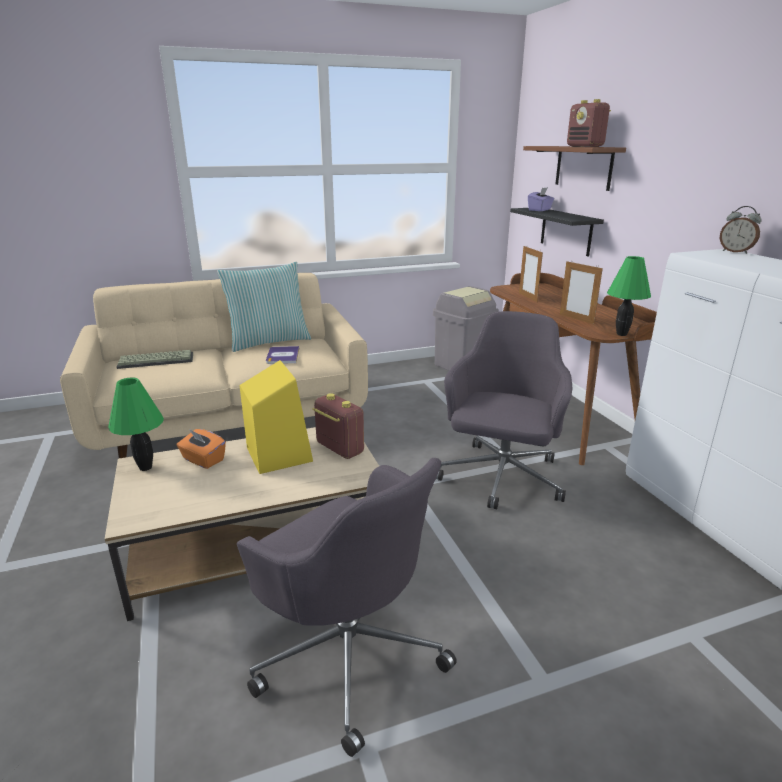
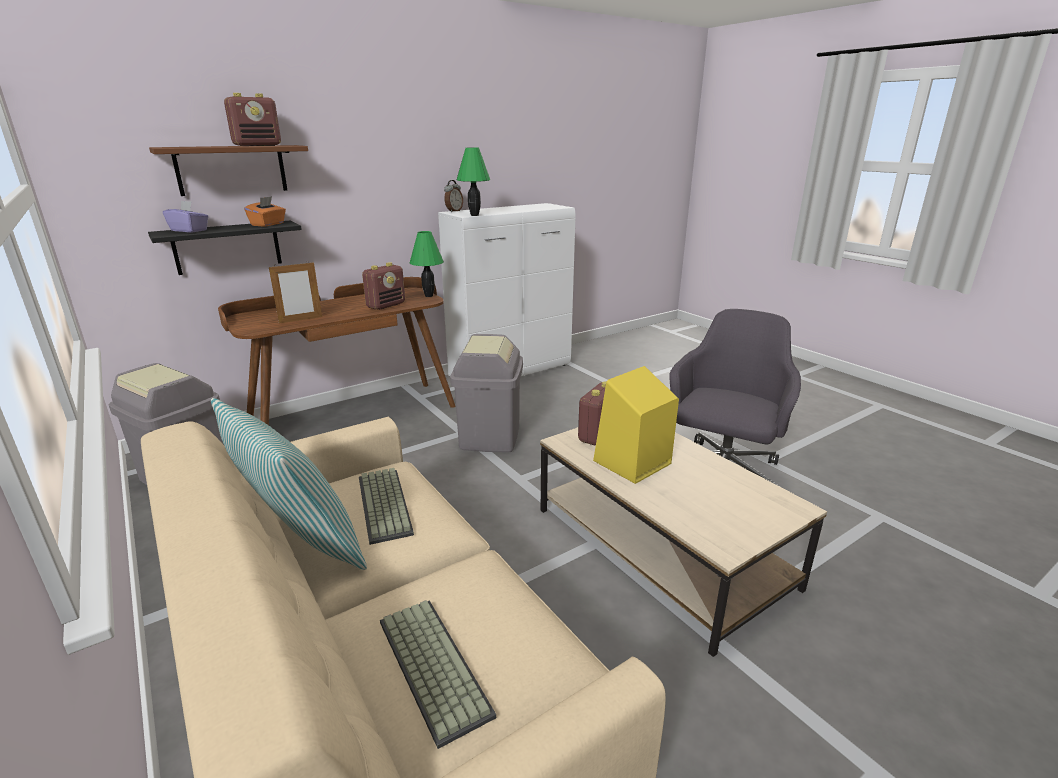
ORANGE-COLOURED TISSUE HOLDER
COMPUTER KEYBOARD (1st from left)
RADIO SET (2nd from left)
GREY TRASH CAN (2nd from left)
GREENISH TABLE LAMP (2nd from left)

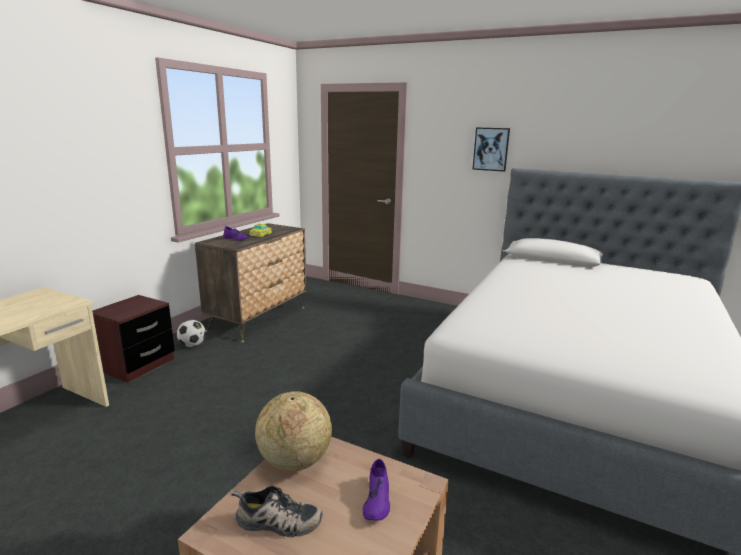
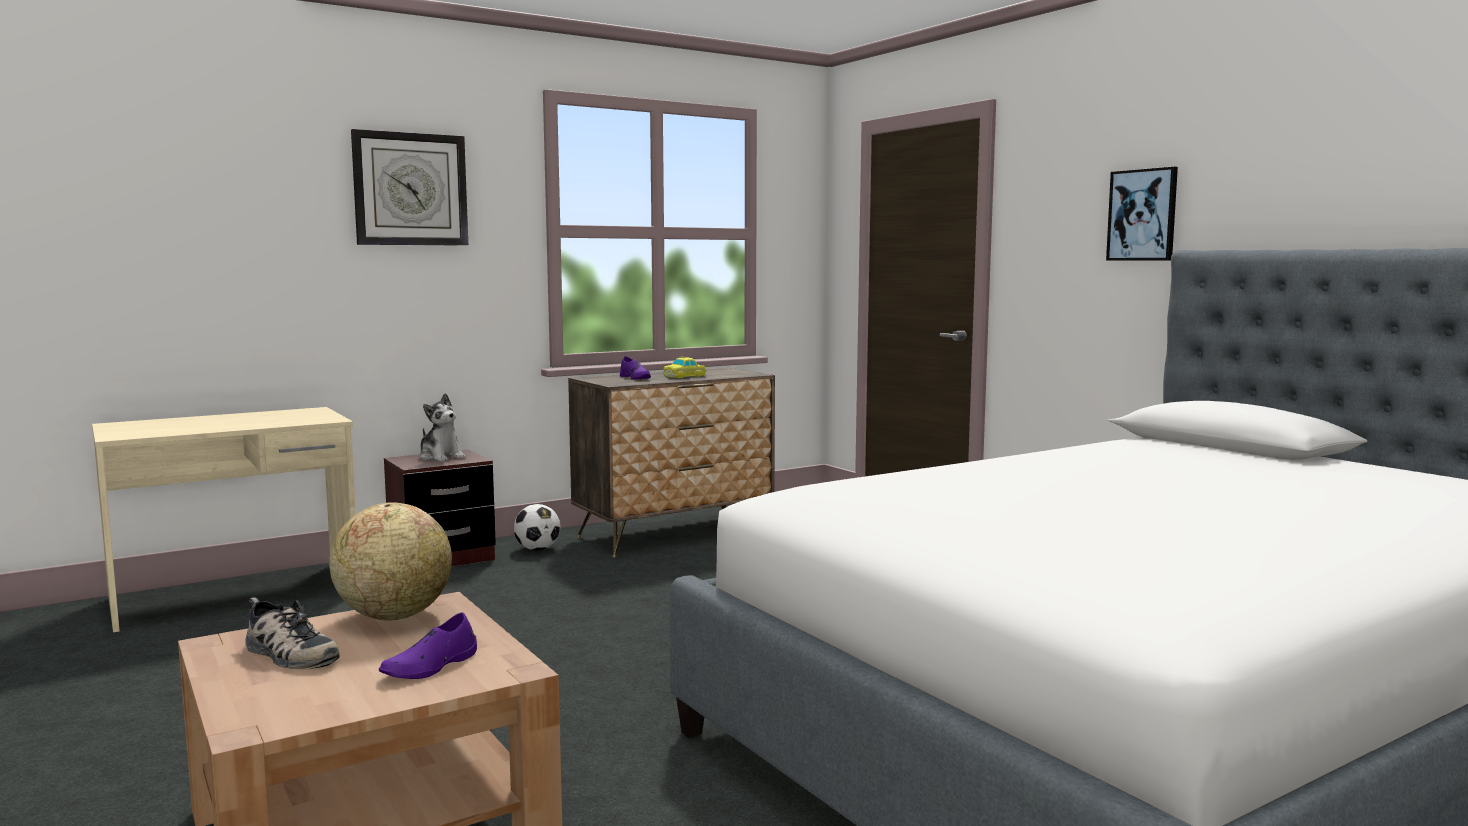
WALL CLOCK
PLUSH TOY

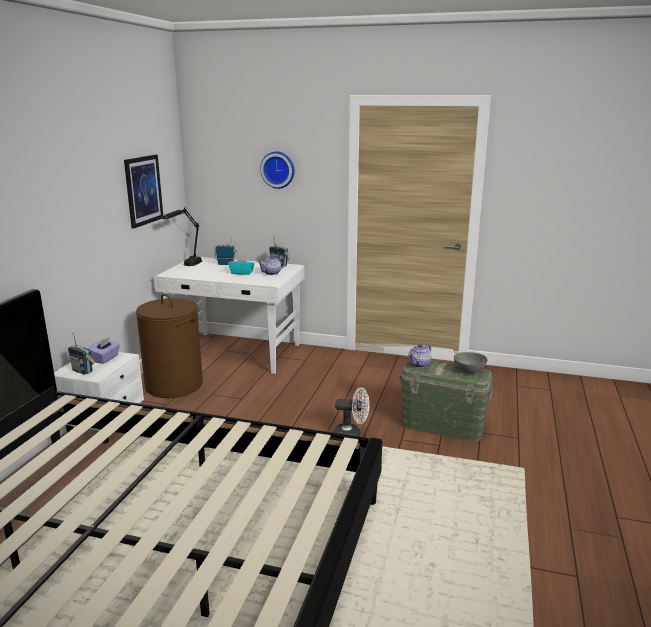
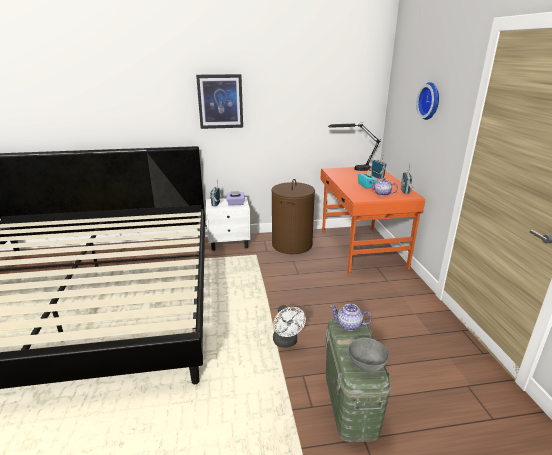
PICTURE
ORANGE-COLOURED DESK

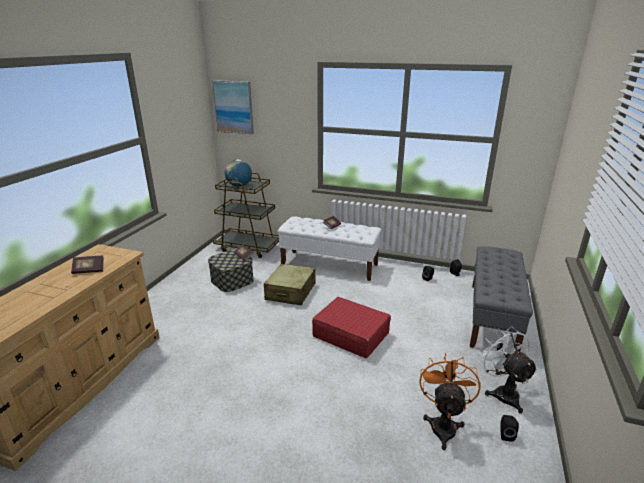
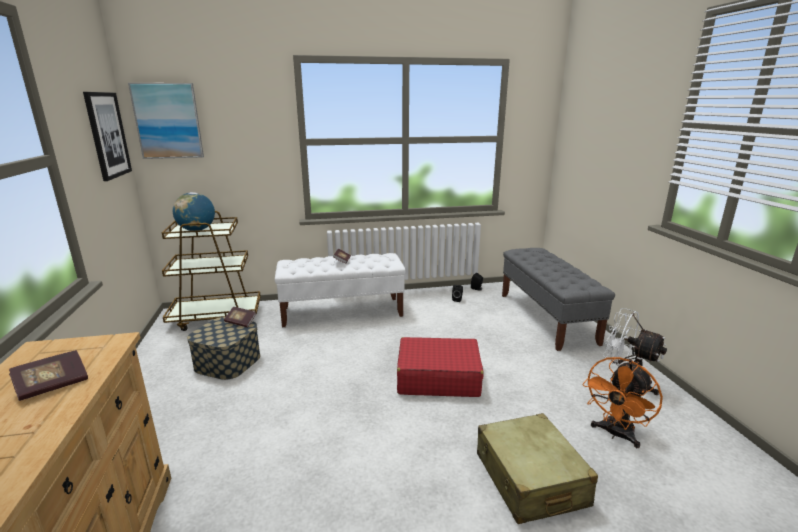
PICTURE (1st from left)
BEIGE TRAVEL CASE
ORANGE-COLOURED ELECTRIC FAN
BLACK AUDIO SPEAKER (3rd from left in the first image)

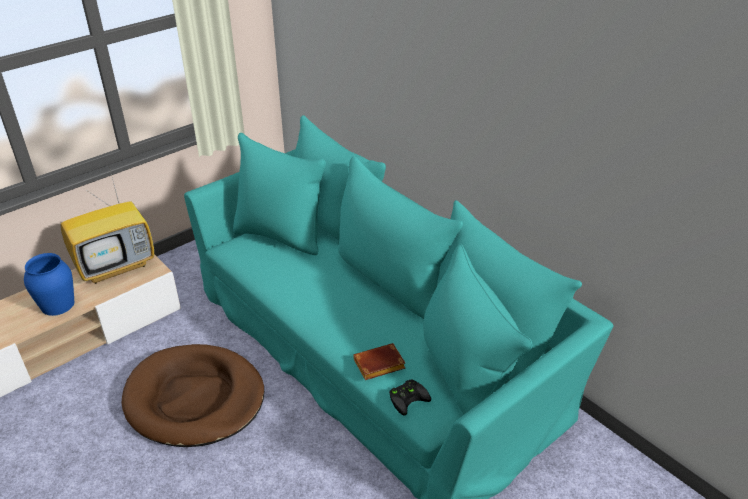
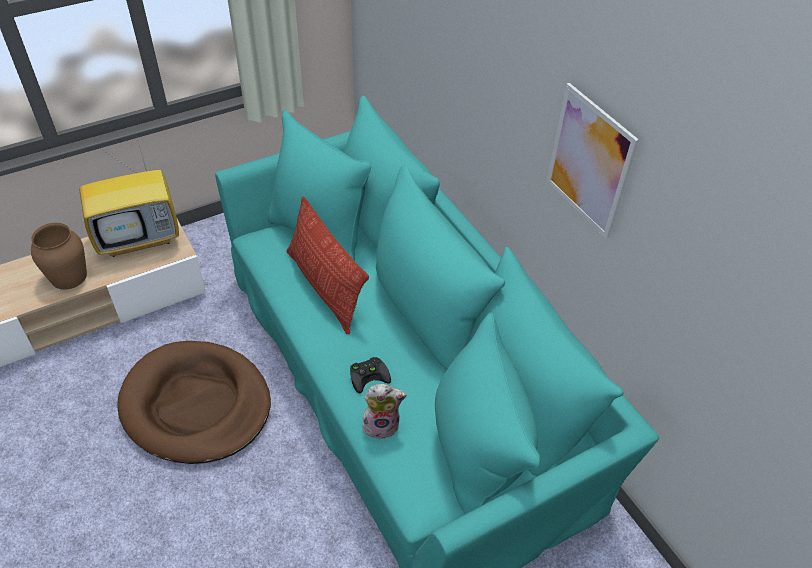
BROWN VASE
CUSHION
BLACK GAMEPAD
PLUSH TOY
PICTURE

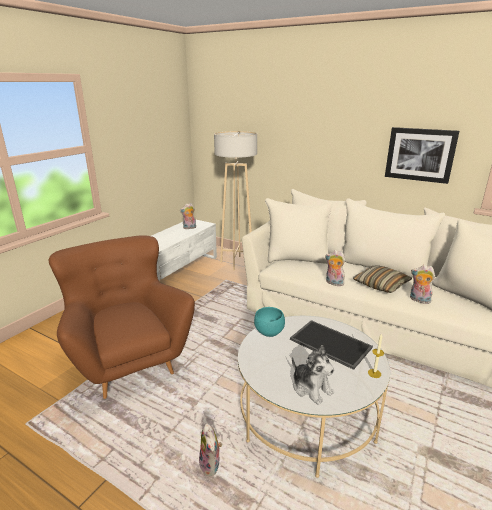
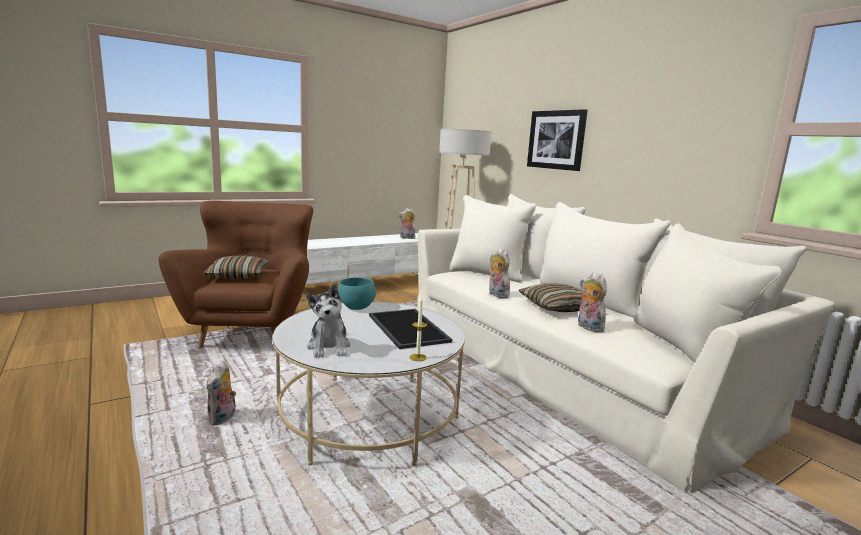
CUSHION (1st from left)
PICTURE

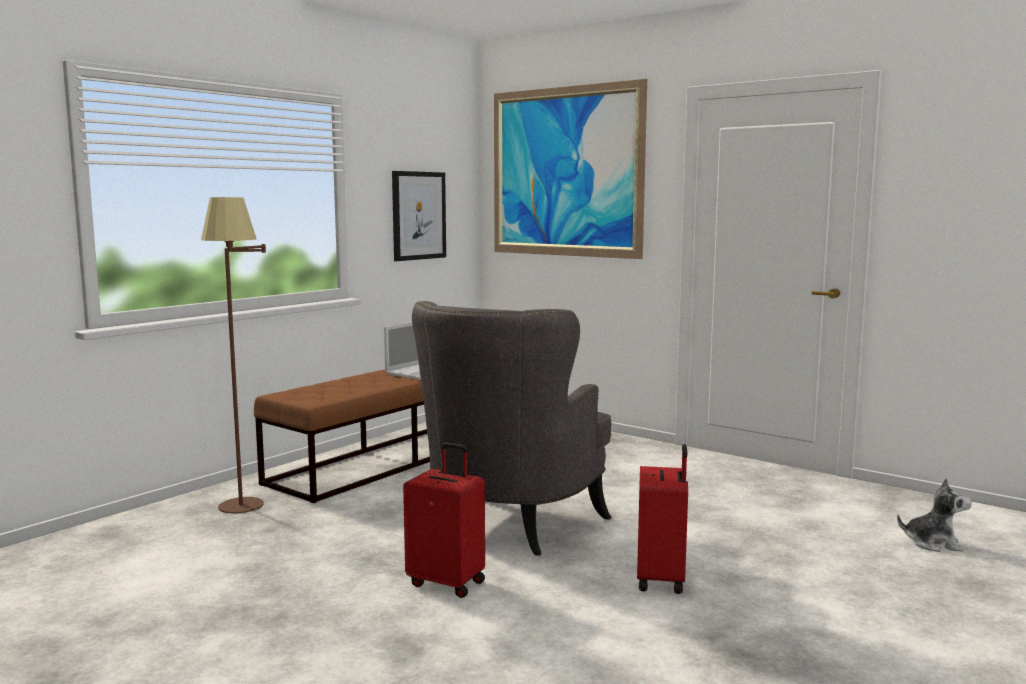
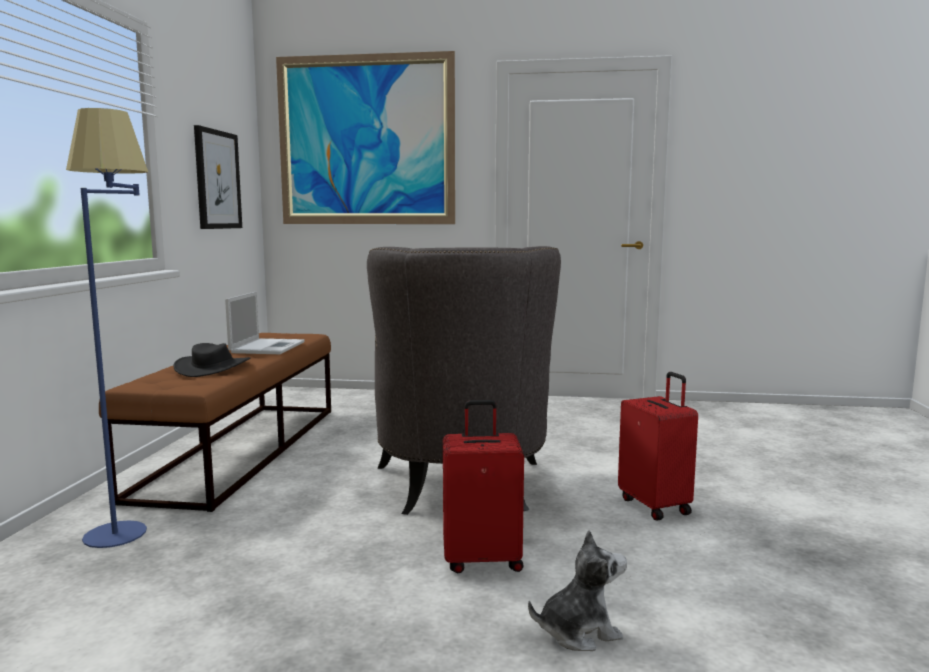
BLUE-COLOURED STANDARD LAMP
BLACK HAT
PLUSH TOY

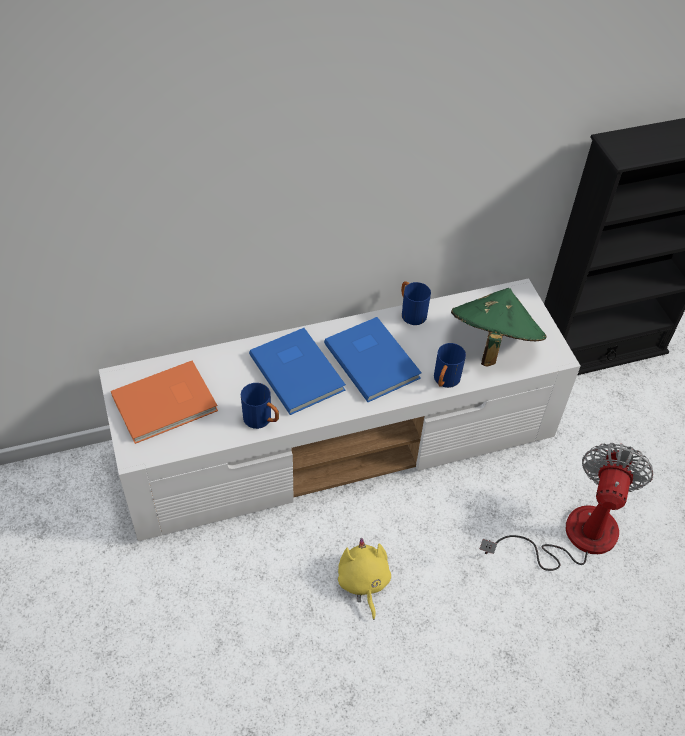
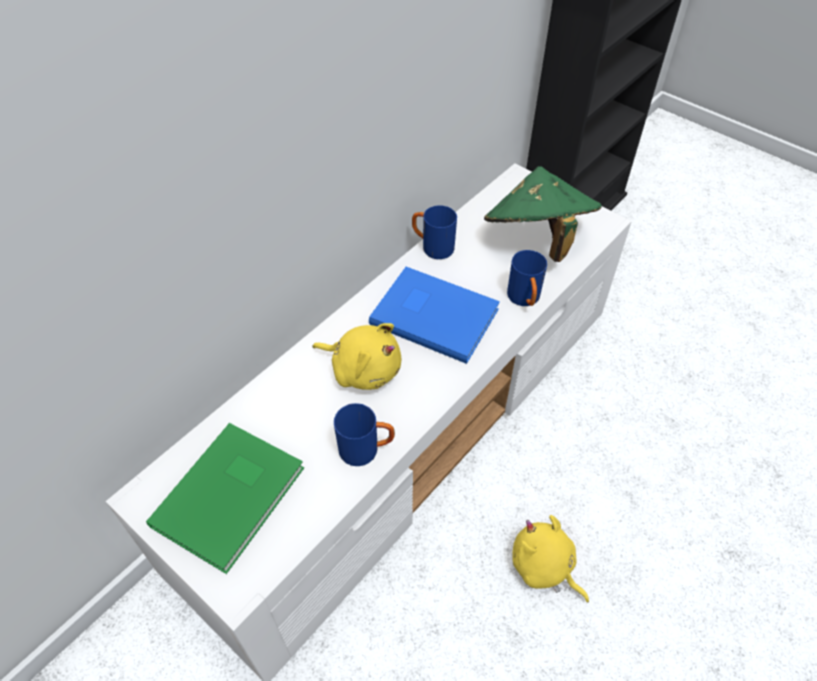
GREENISH BOUND BOOK
YELLOW PLUSH TOY (1st from left)
ELECTRIC FAN

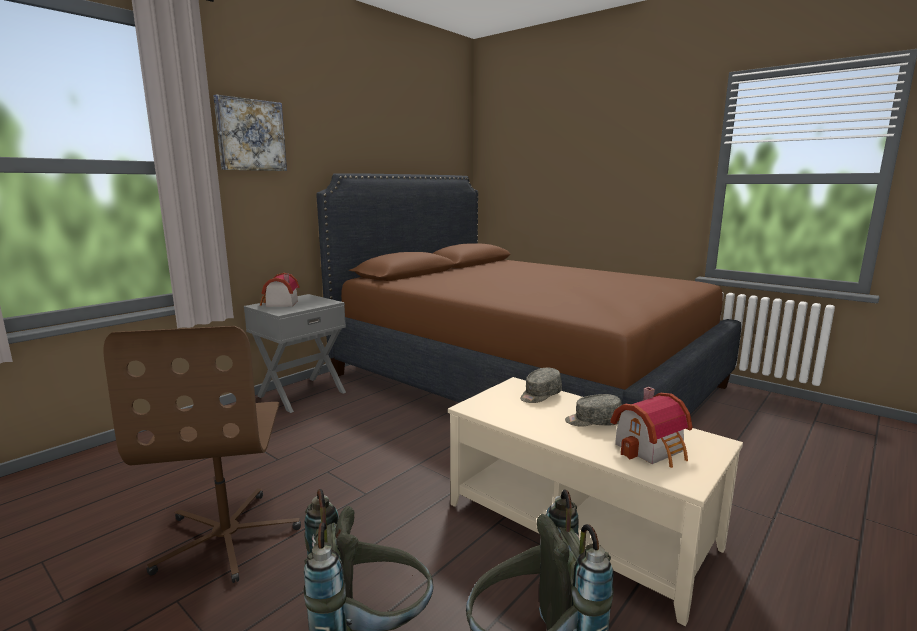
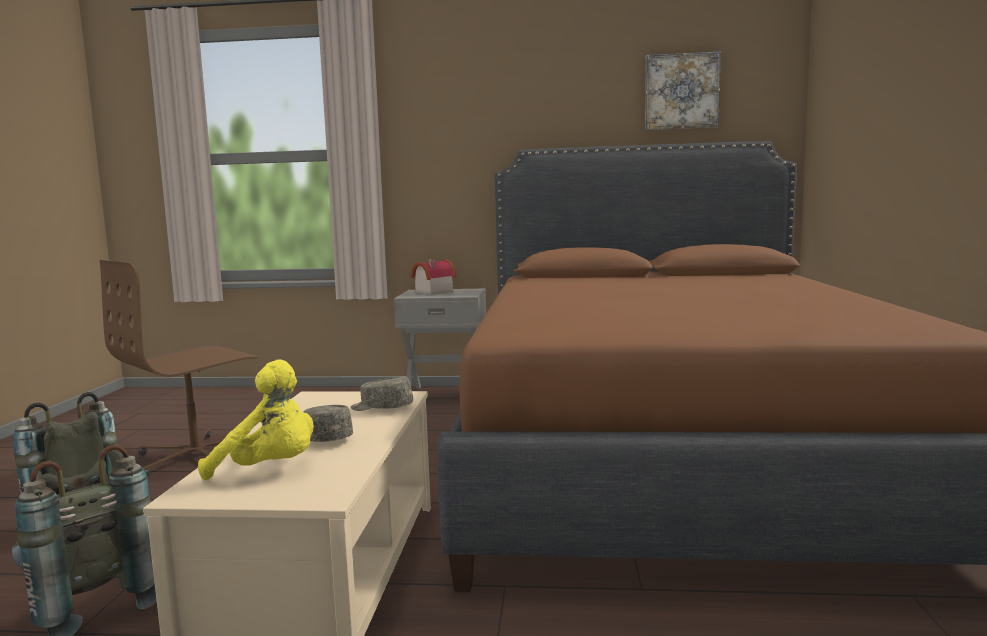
YELLOW PLUSH TOY
PICTURE

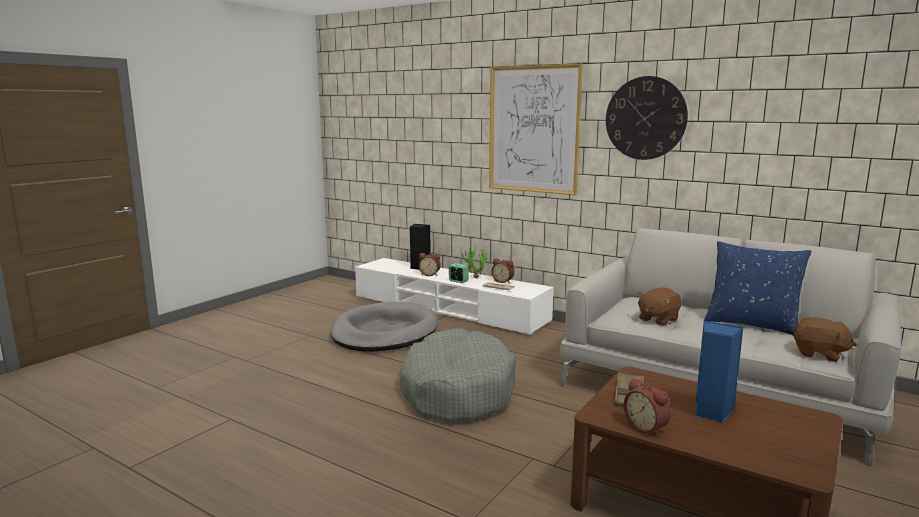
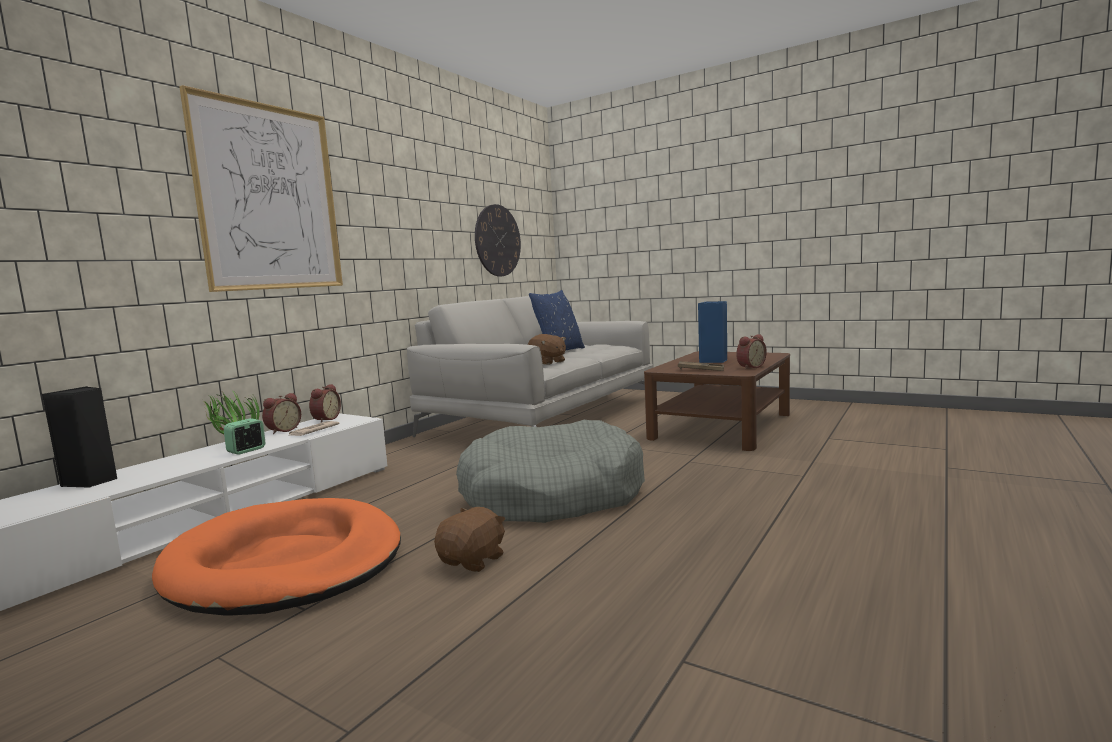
ORANGE-COLOURED PET BED
TABLE CLOCK (3rd from left)
BROWN PLUSH TOY (1st from left)
WALL CLOCK

